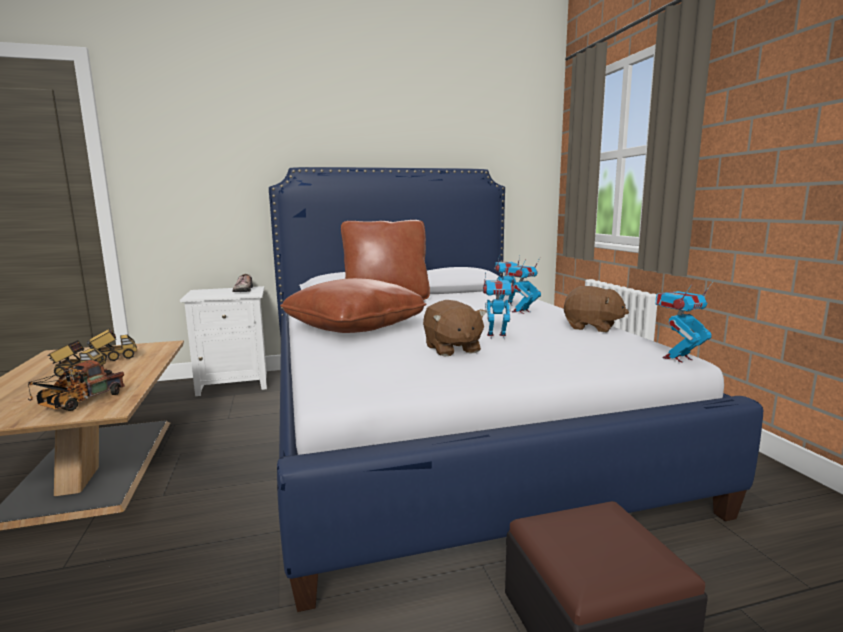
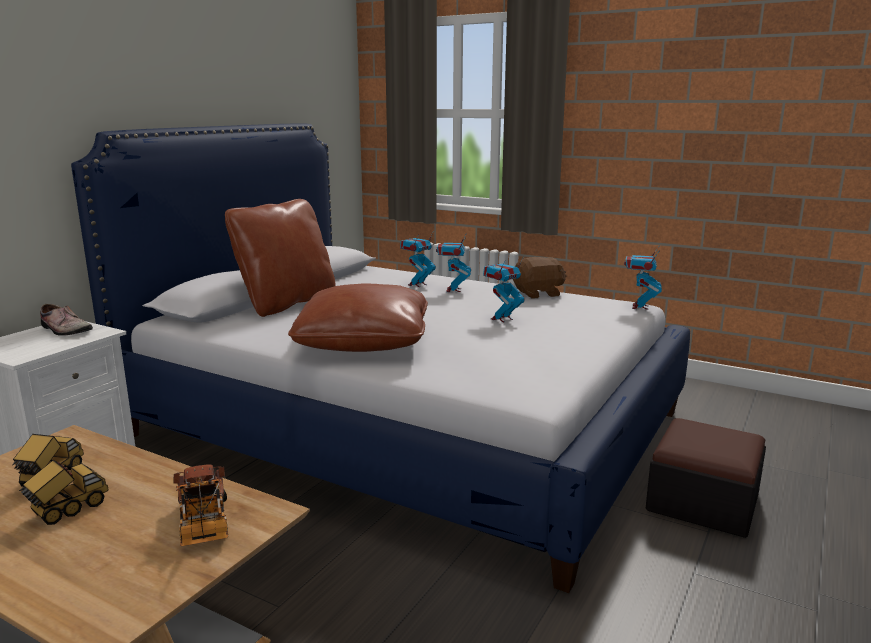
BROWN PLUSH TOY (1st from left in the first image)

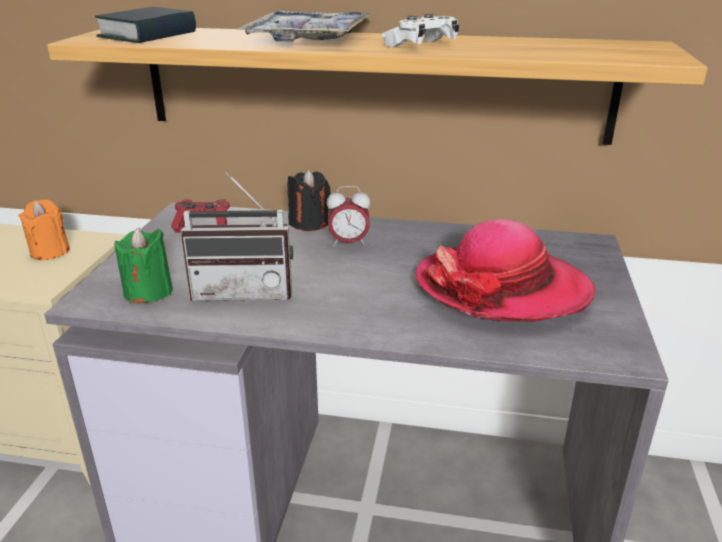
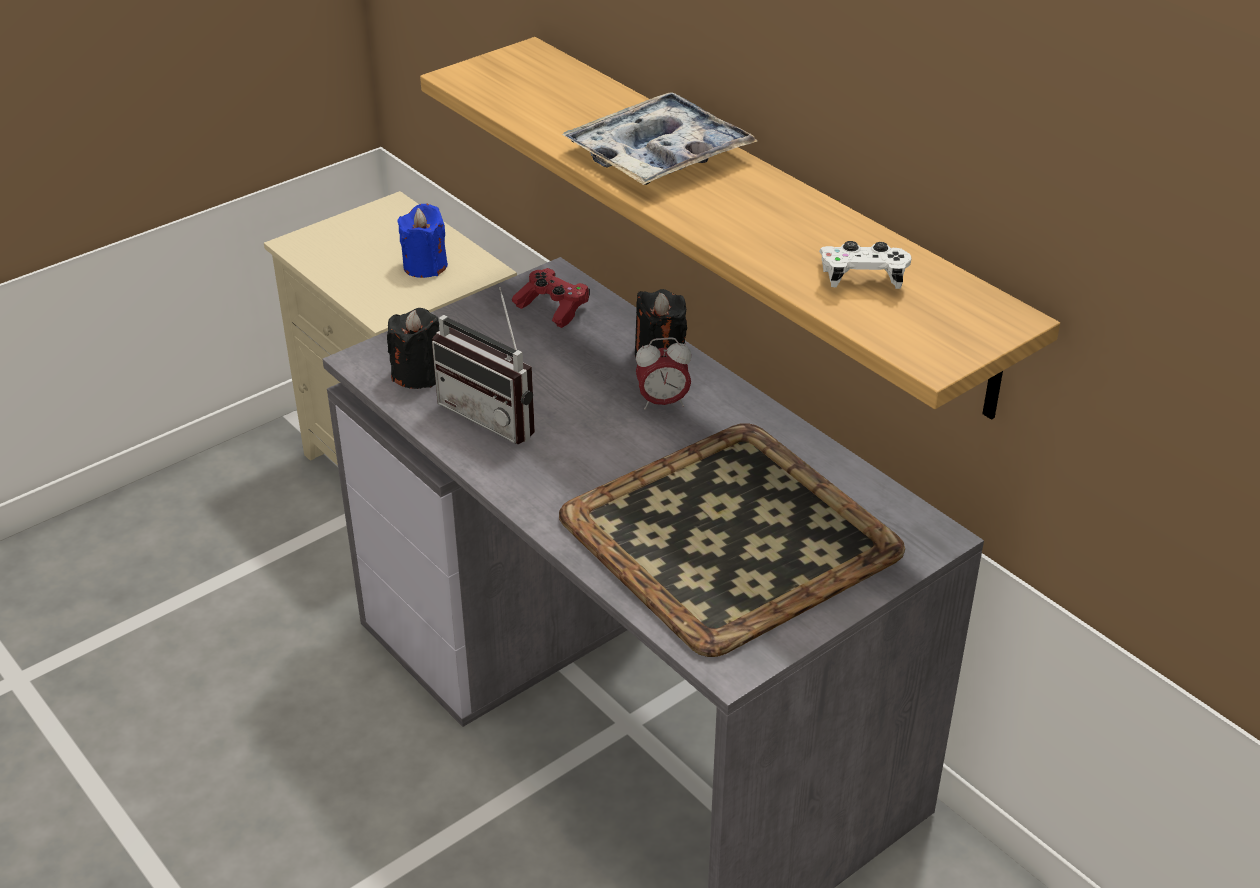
BLACK WAX CANDLE (1st from left)
BLUE-COLOURED WAX CANDLE
SERVING TRAY (2nd from left)
TABLE CLOCK
WHITE GAMEPAD
BOUND BOOK

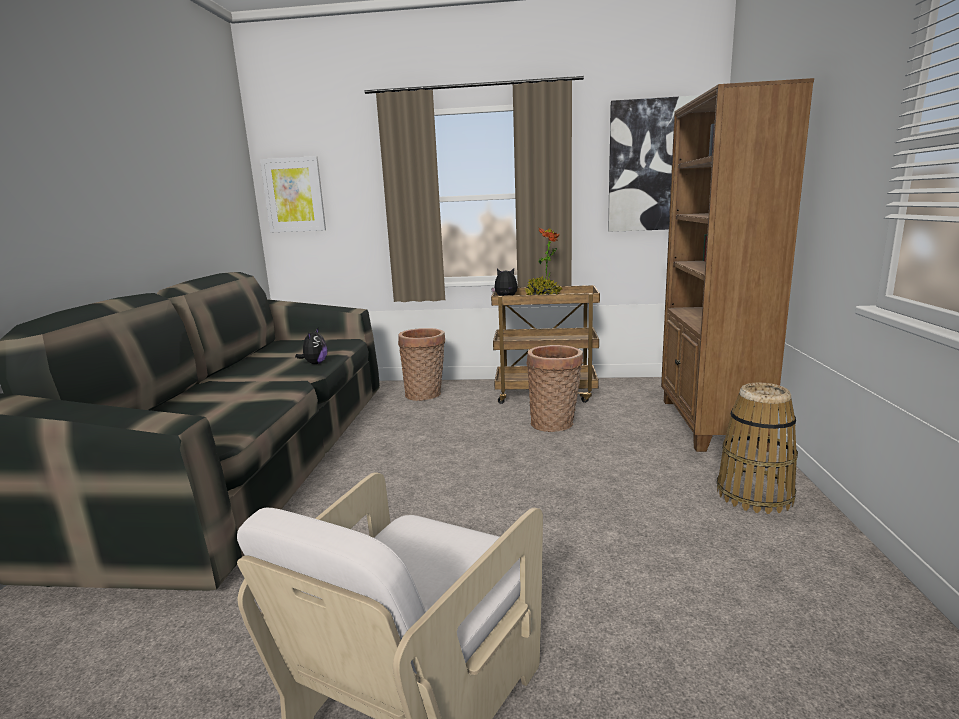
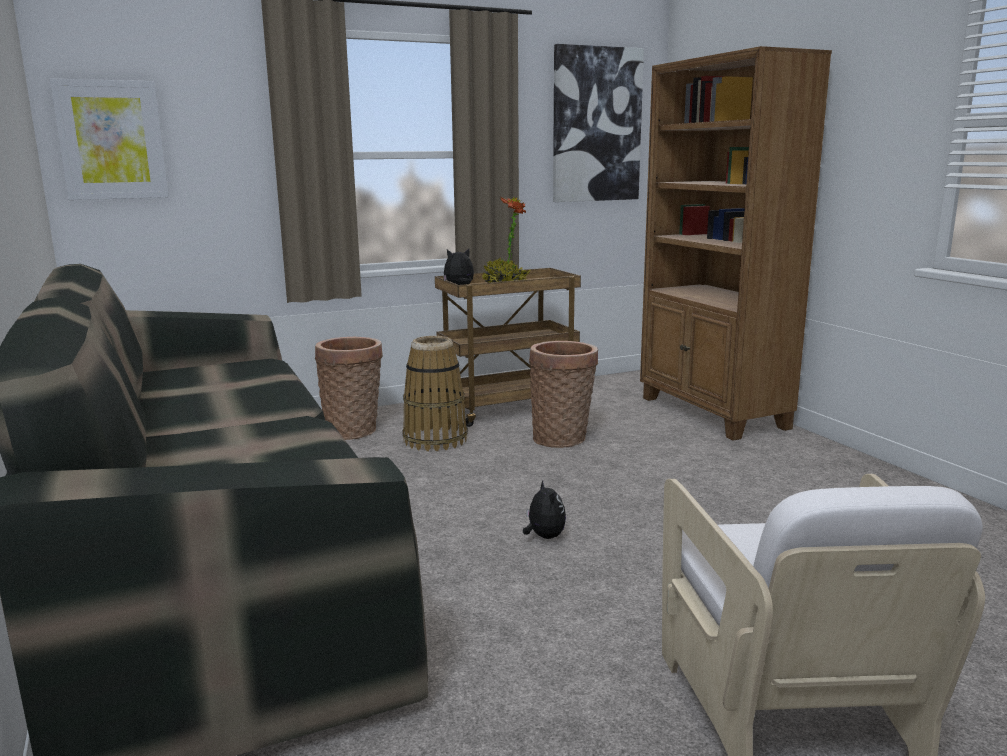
STORAGE BASKET (2nd from left)
PLUSH TOY (2nd from left)

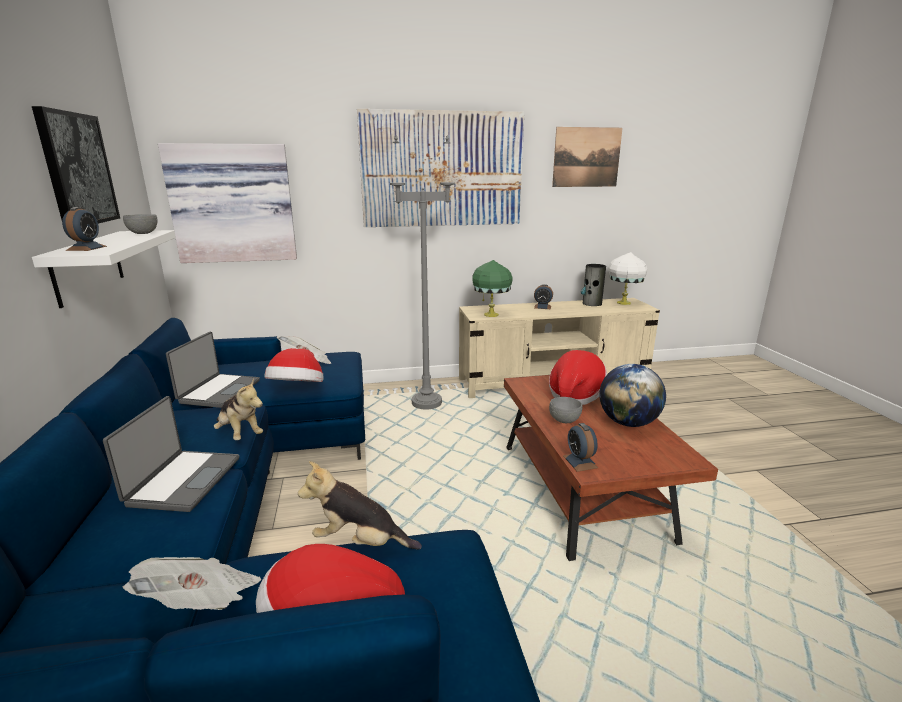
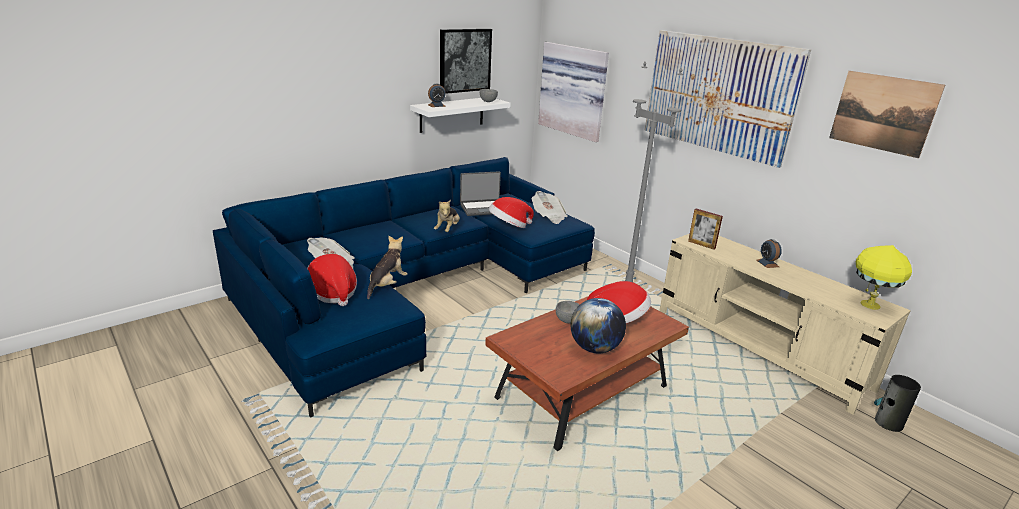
PLUSH TOY (1st from left)
STANDING FRAME
YELLOW TABLE LAMP
VASE
PORTABLE COMPUTER (1st from left in the first image)
TABLE CLOCK (3rd from left in the first image)

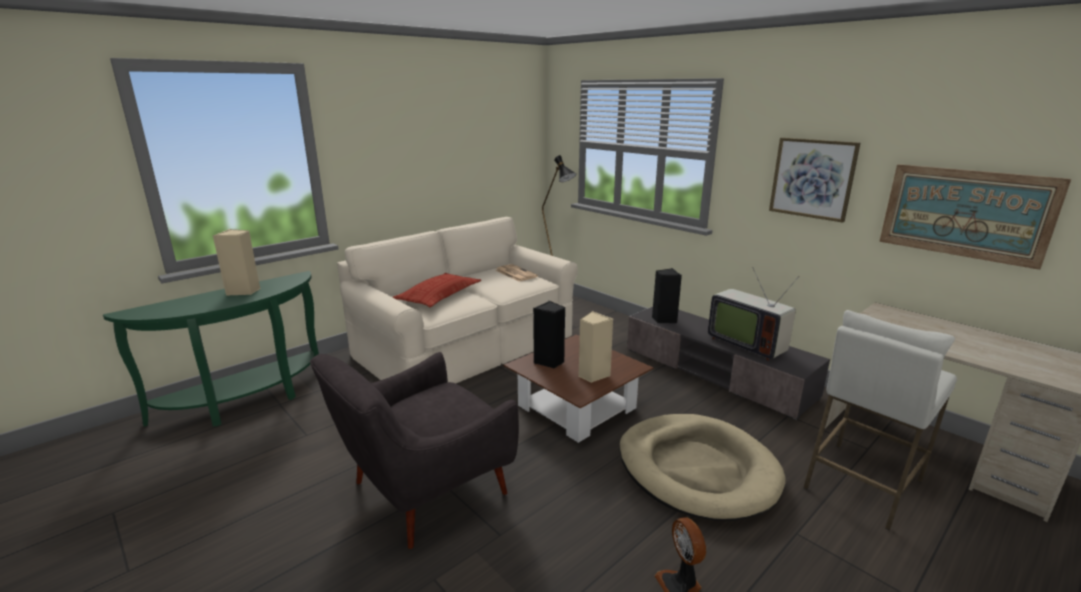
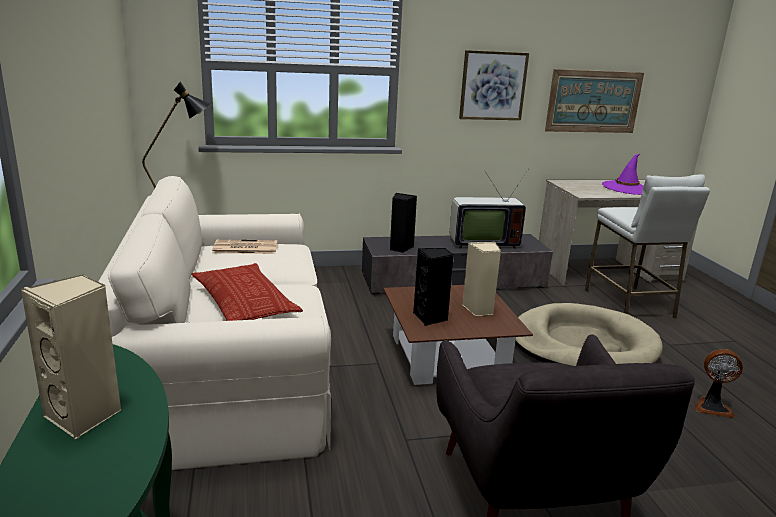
PURPLE-COLOURED HAT

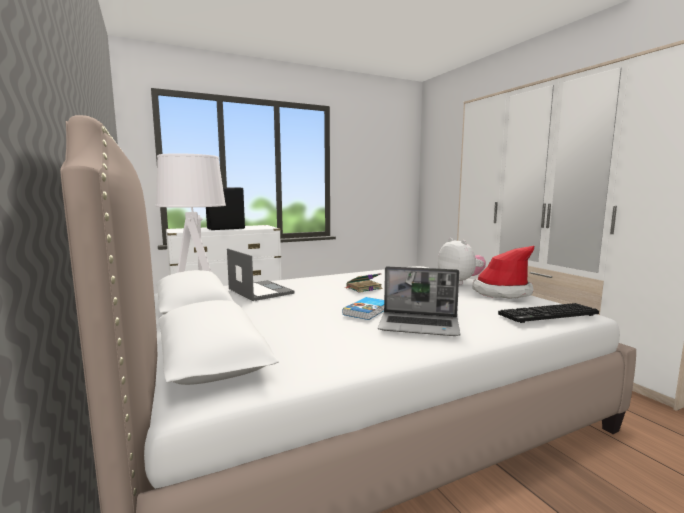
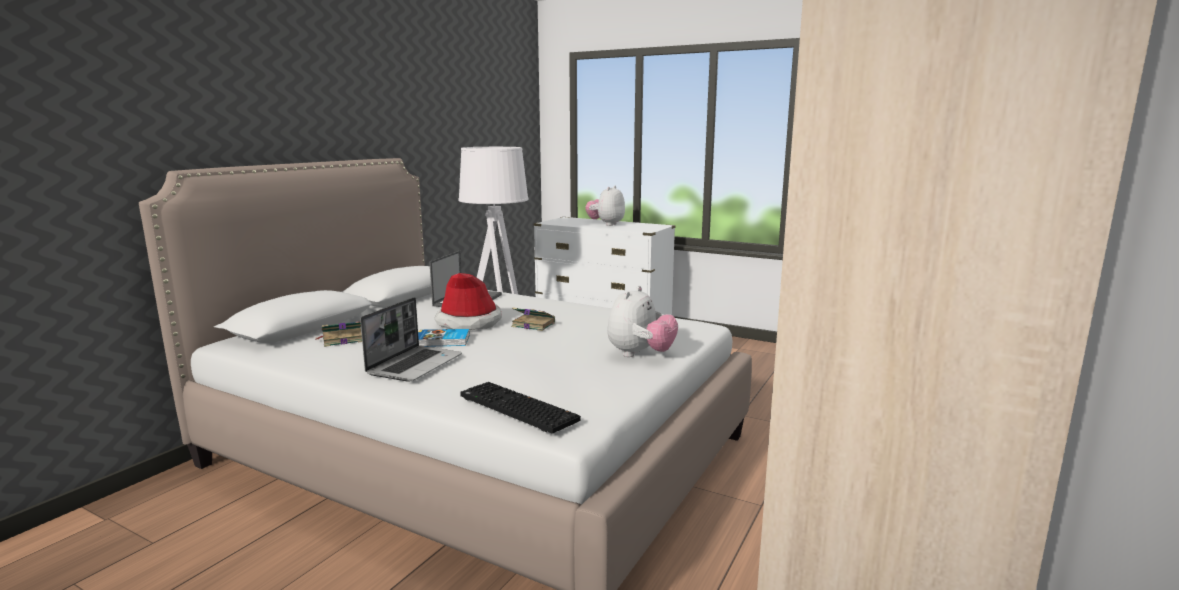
BOUND BOOK (1st from left)
PORTABLE COMPUTER (1st from left)
HAT
PLUSH TOY (1st from left)

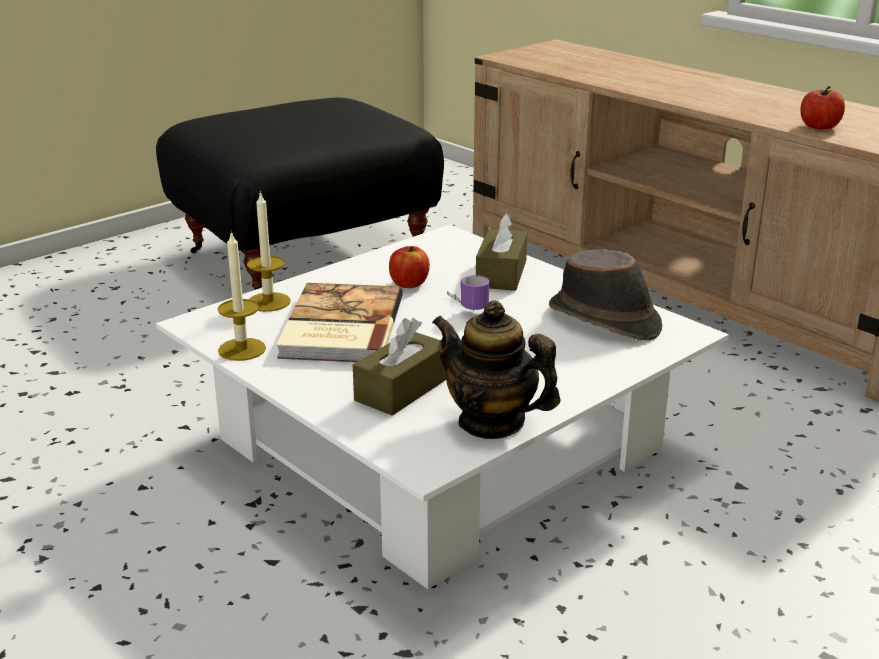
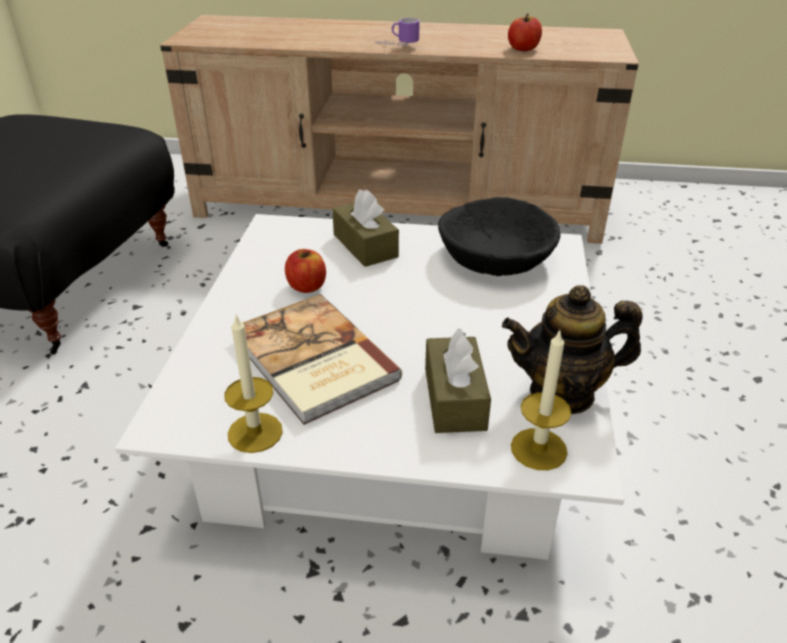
COFFEE MUG
BLACK DEEP DISH
WAX CANDLE (2nd from left)

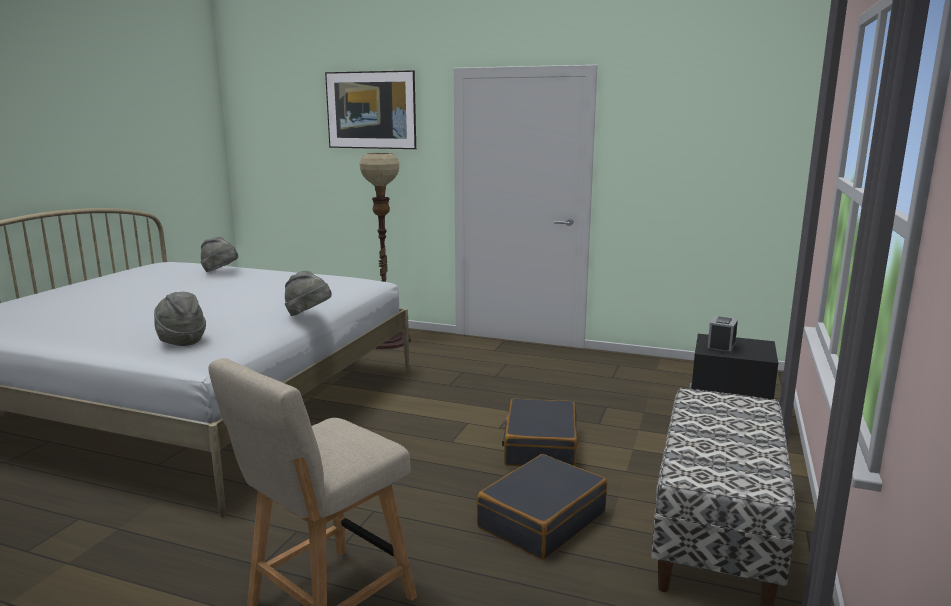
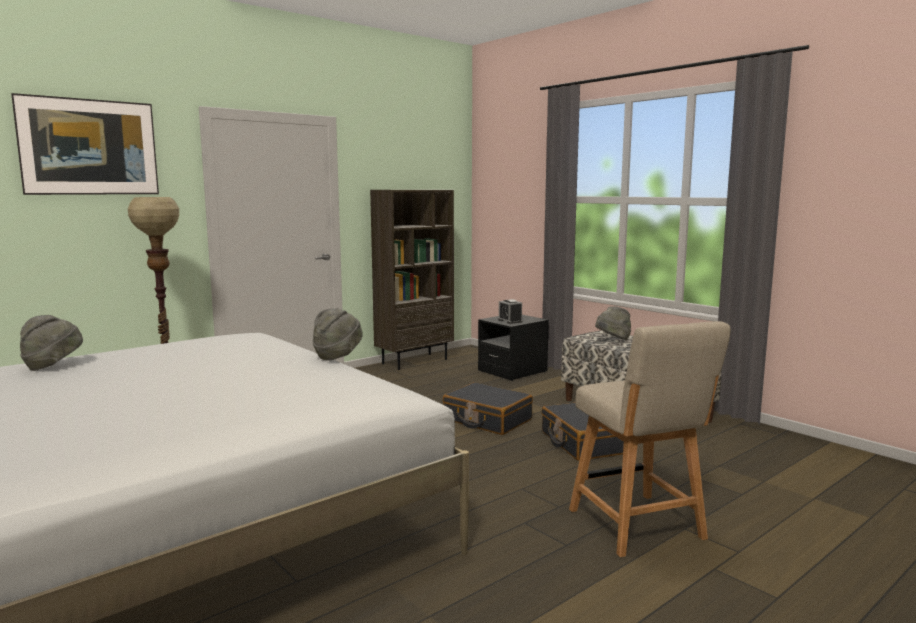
BROWN BOOKCASE
GREY HAT (3rd from left)

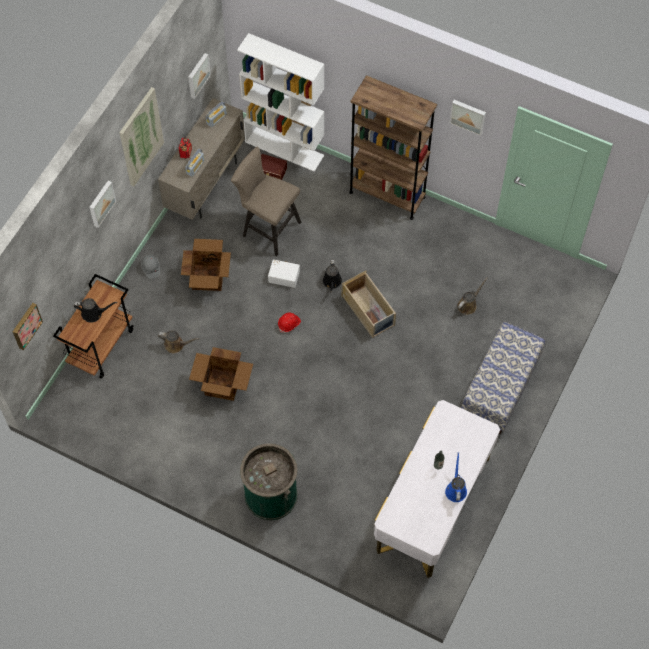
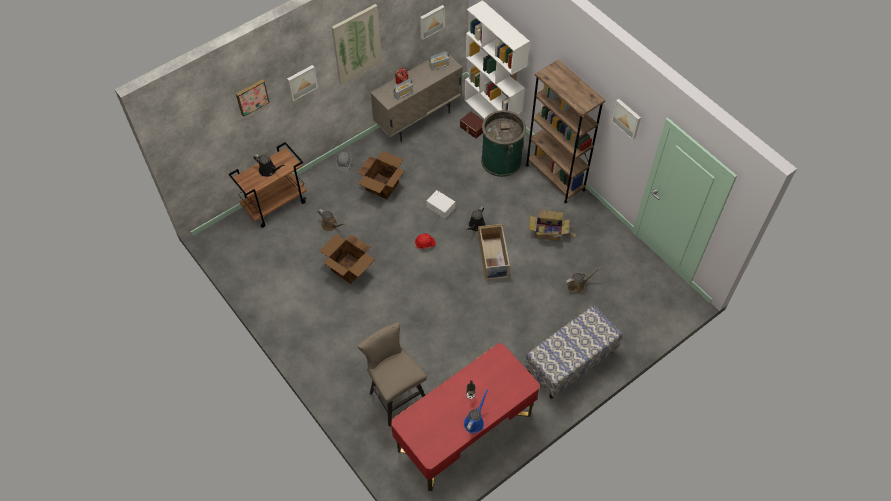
PICTURE (1st from left)
BEIGE SITTING STOOL
RED DESK
GREENISH TRASH CAN
CARDBOARD BOX (3rd from left)

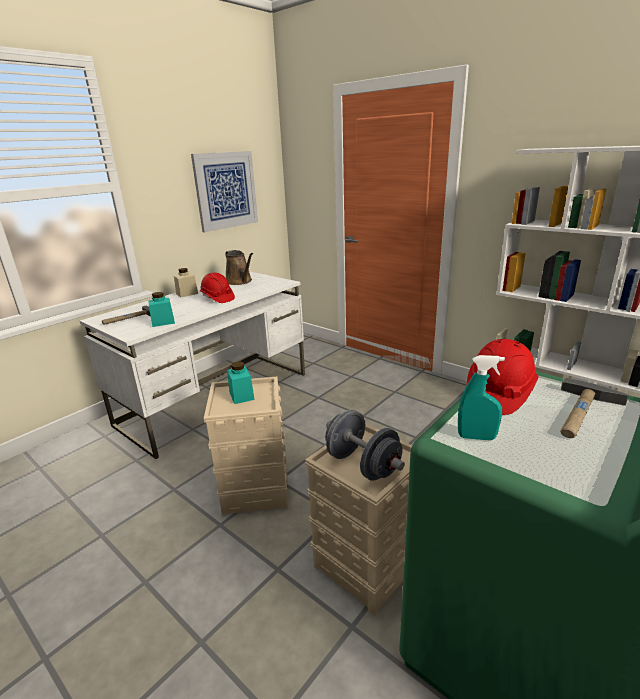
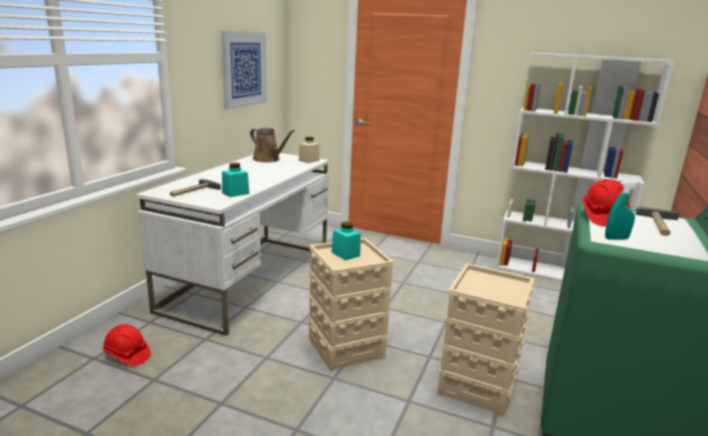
RED SAFETY HELMET (1st from left)
BEIGE PRESERVE JAR
GREY HAND WEIGHT

